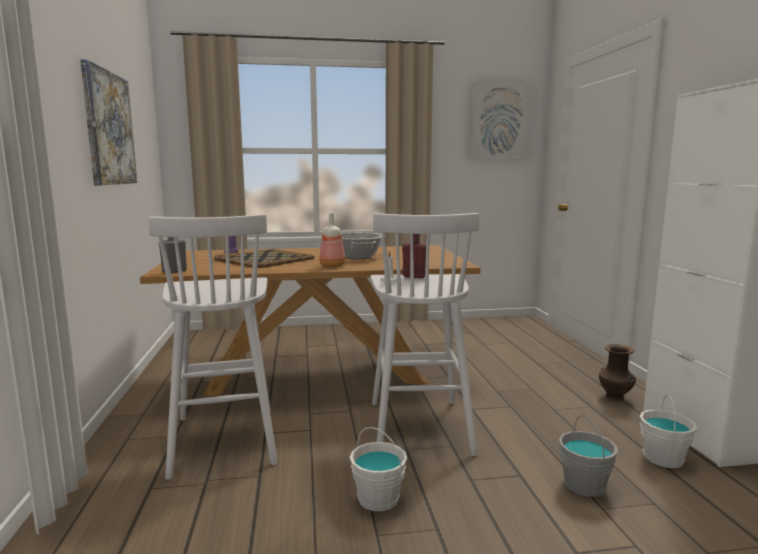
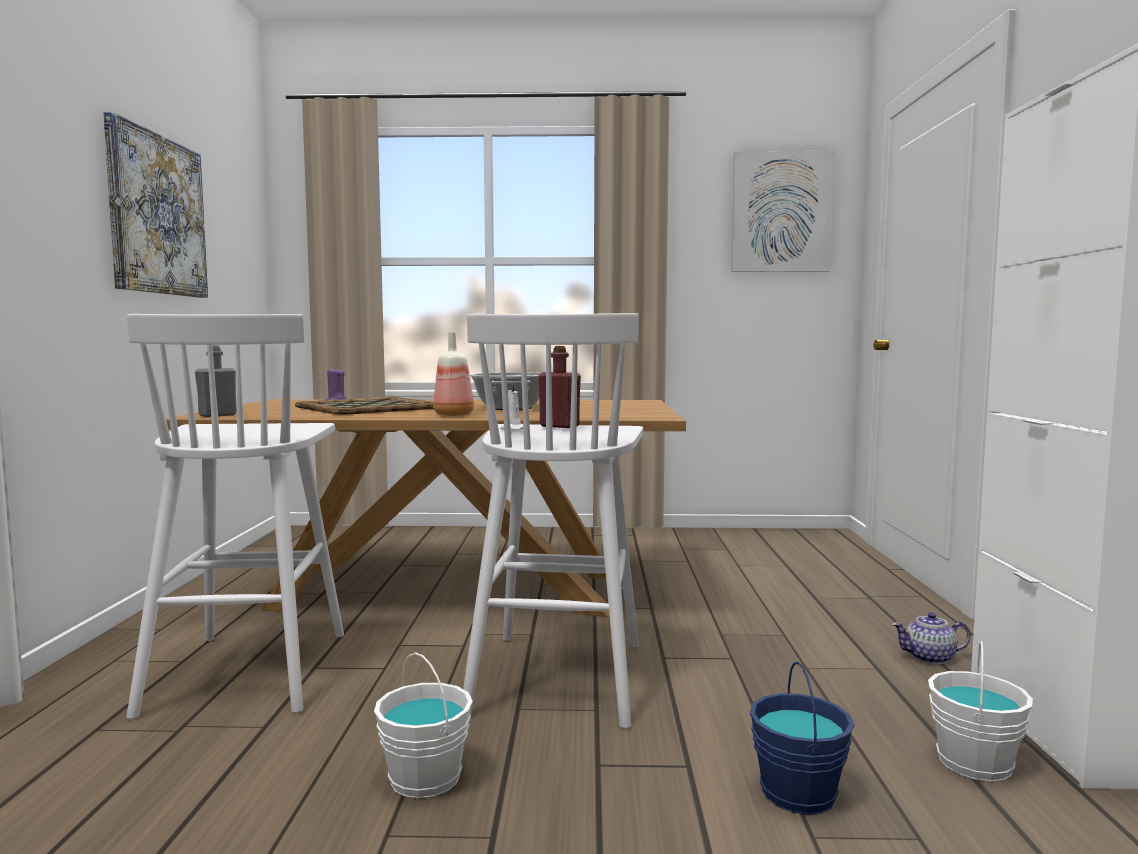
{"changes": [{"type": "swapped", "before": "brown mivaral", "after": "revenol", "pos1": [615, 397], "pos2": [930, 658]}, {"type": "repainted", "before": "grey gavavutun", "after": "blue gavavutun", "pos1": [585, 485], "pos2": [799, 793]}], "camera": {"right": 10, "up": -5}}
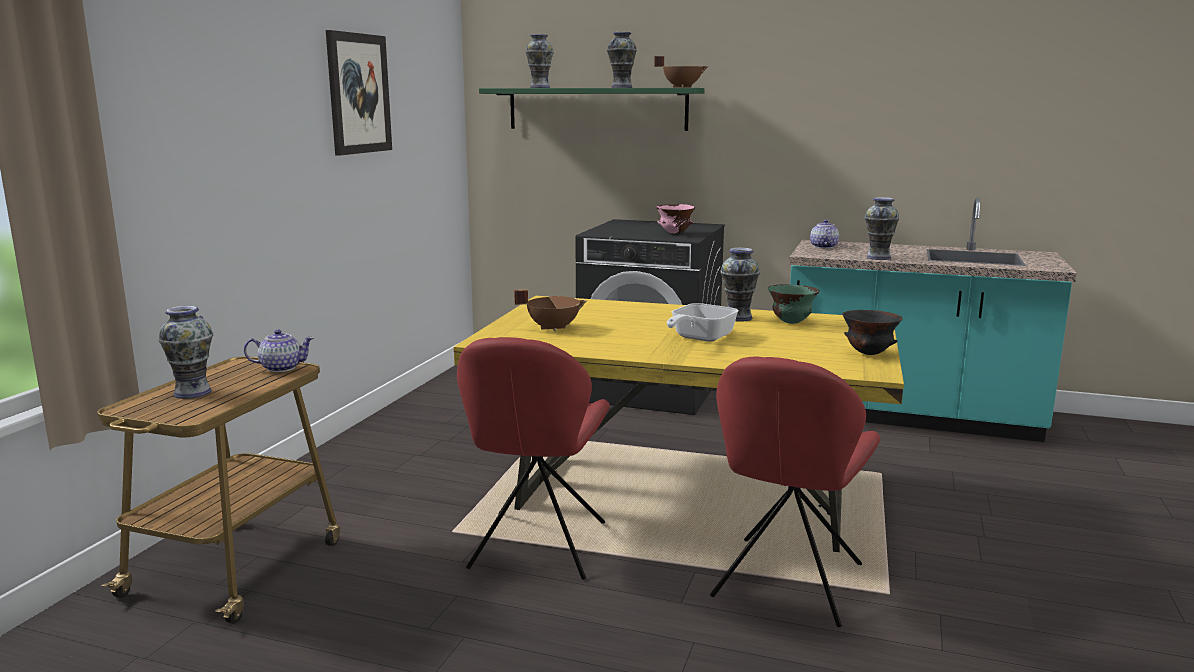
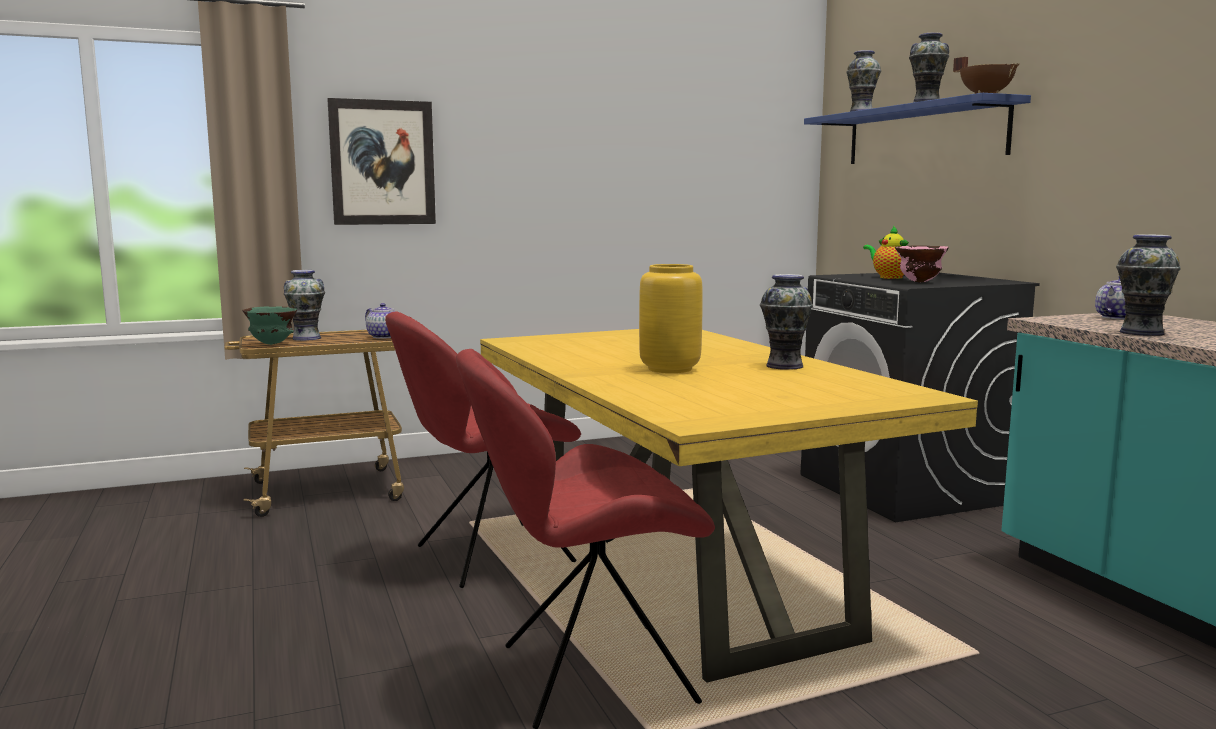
{"changes": [{"type": "gone", "before": "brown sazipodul", "pos1": [553, 328]}, {"type": "gone", "before": "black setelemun", "pos1": [868, 354]}, {"type": "new", "after": "revenol", "pos2": [888, 277]}, {"type": "shifted", "before": "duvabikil", "pos1": [358, 93], "pos2": [382, 163]}, {"type": "shifted", "before": "green setelemun", "pos1": [791, 323], "pos2": [273, 344]}, {"type": "swapped", "before": "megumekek", "after": "yellow mivaral", "pos1": [699, 338], "pos2": [668, 369]}, {"type": "repainted", "before": "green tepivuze", "after": "blue tepivuze", "pos1": [597, 109], "pos2": [923, 134]}], "camera": {"right": 50, "up": -5}}
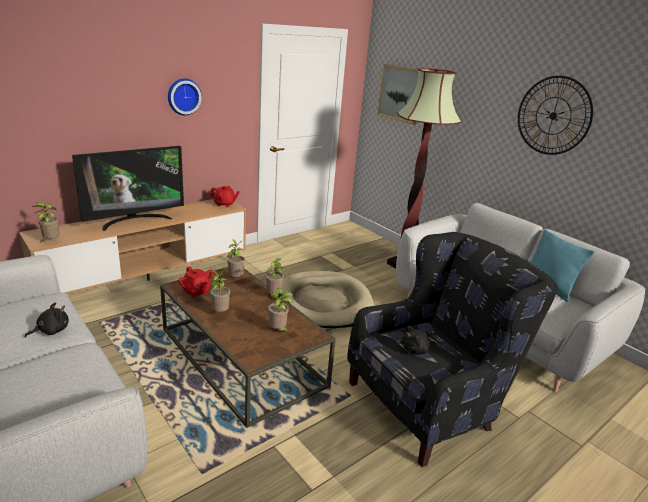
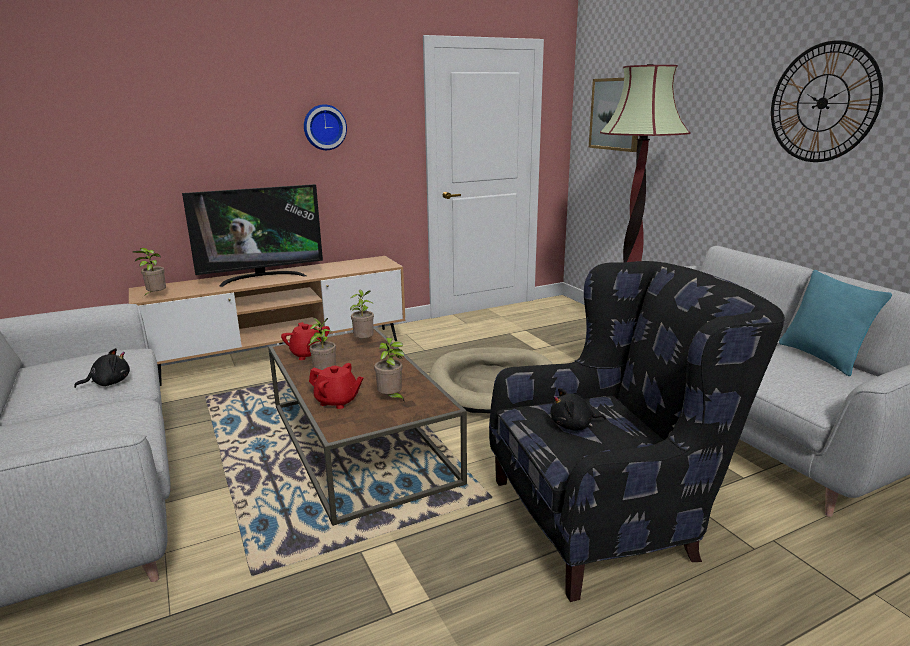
{"changes": [{"type": "gone", "before": "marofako", "pos1": [274, 297]}, {"type": "shifted", "before": "red revenol", "pos1": [224, 204], "pos2": [337, 401]}], "camera": {"right": 15, "up": -5}}
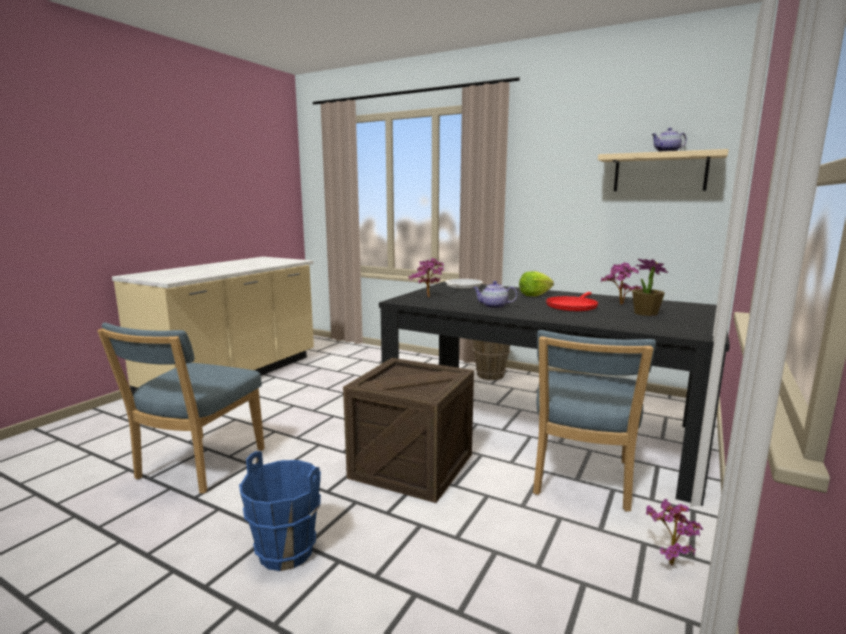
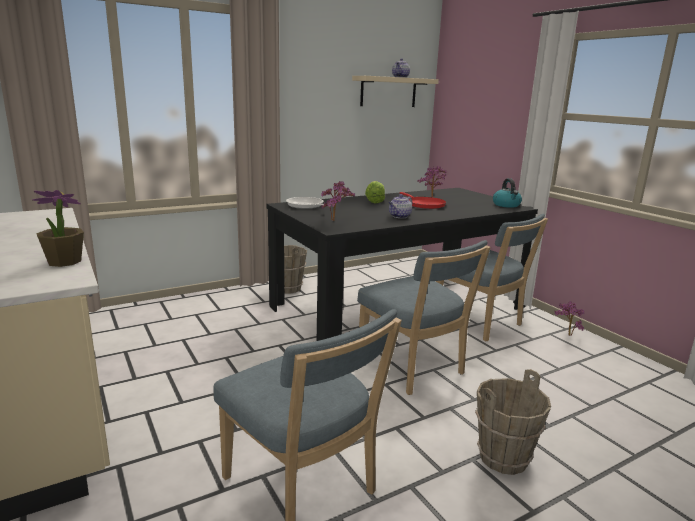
{"changes": [{"type": "new", "after": "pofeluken", "pos2": [506, 205]}, {"type": "shifted", "before": "marofako", "pos1": [645, 313], "pos2": [64, 261]}, {"type": "swapped", "before": "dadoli", "after": "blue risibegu", "pos1": [412, 466], "pos2": [413, 369]}, {"type": "repainted", "before": "blue gavavutun", "after": "brown gavavutun", "pos1": [285, 552], "pos2": [504, 458]}], "camera": {"right": -60, "up": 5}}
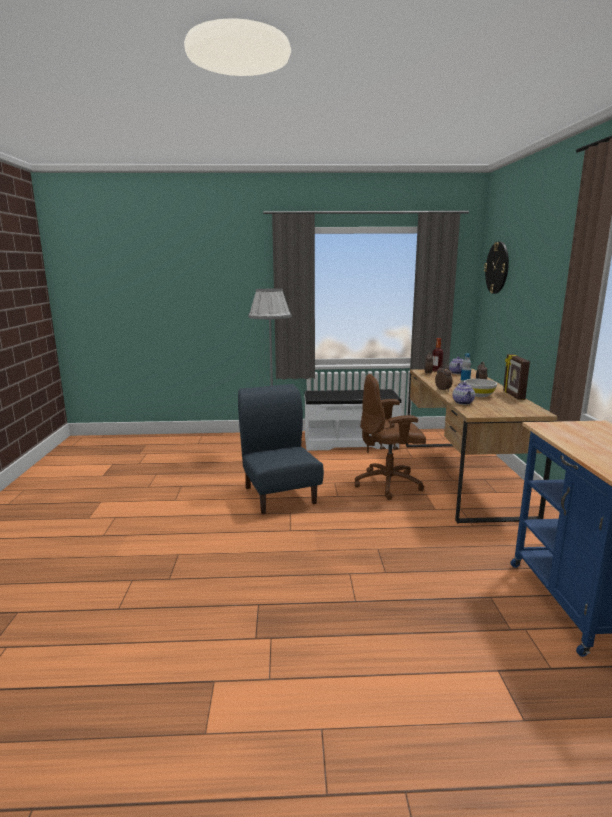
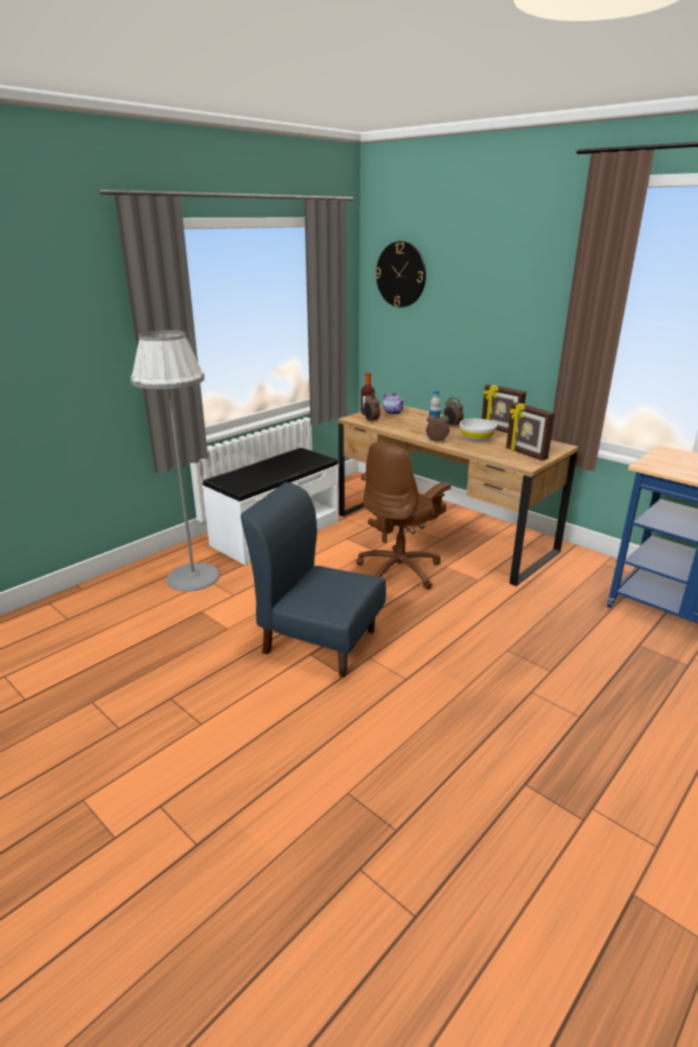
{"changes": [{"type": "gone", "before": "revenol", "pos1": [463, 403]}, {"type": "new", "after": "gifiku", "pos2": [525, 454]}], "camera": {"right": -45, "up": 10}}
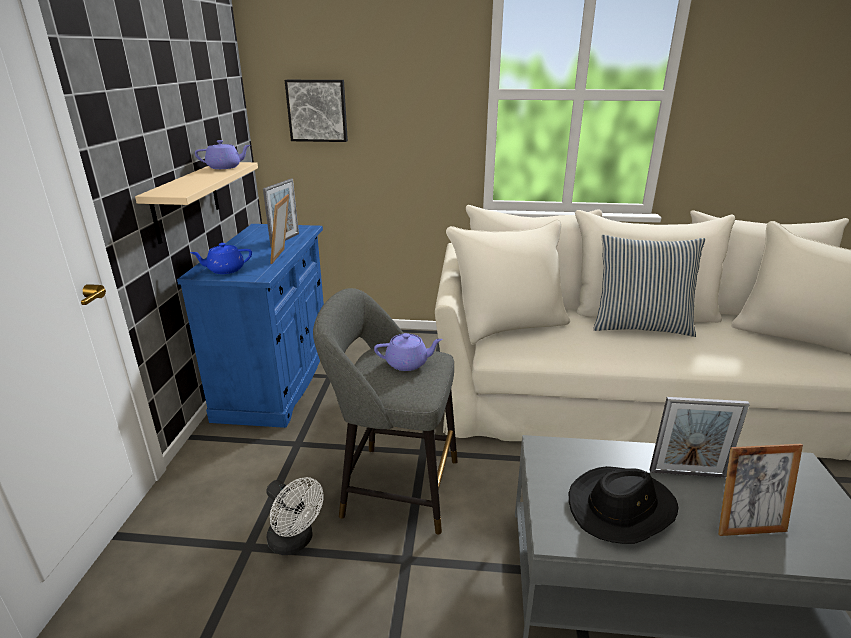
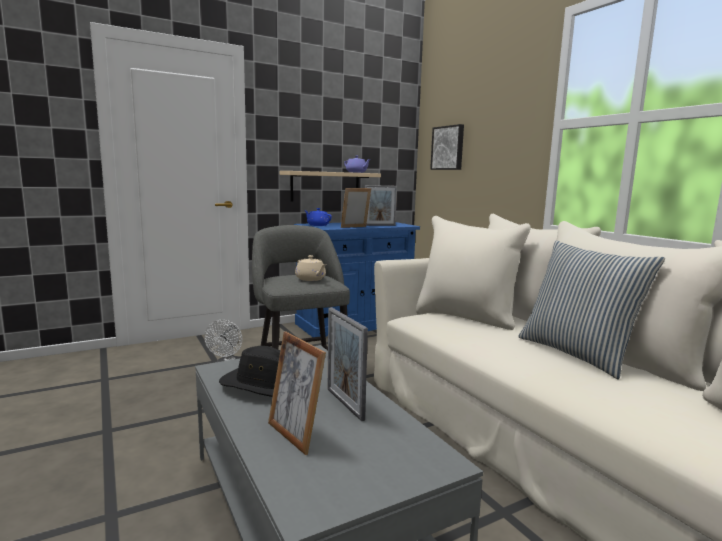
{"changes": [{"type": "repainted", "before": "purple revenol", "after": "beige revenol", "pos1": [408, 363], "pos2": [311, 279]}], "camera": {"right": 55, "up": -15}}
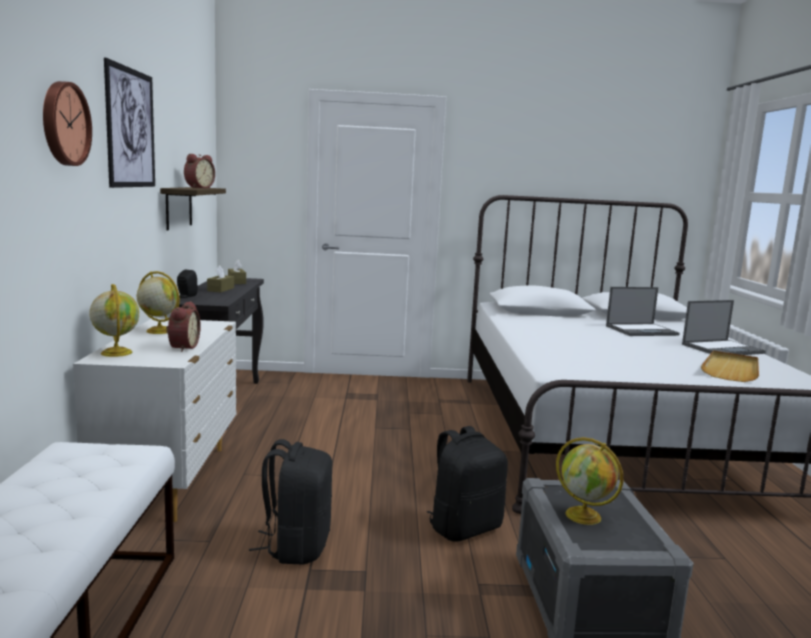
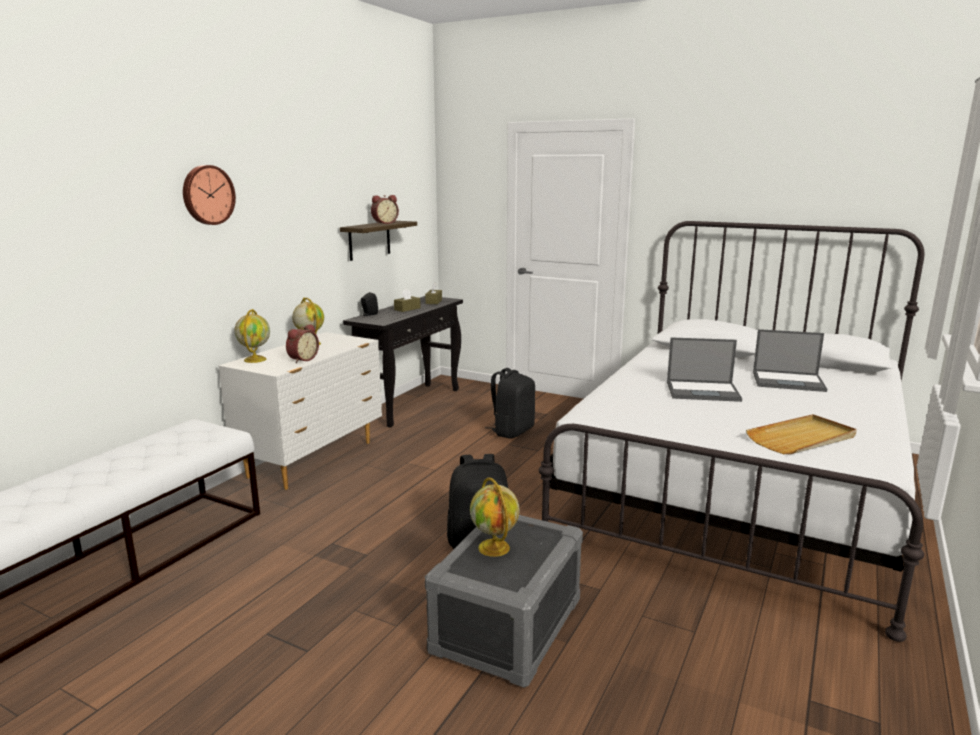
{"changes": [{"type": "gone", "before": "duvabikil", "pos1": [130, 128]}, {"type": "shifted", "before": "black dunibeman", "pos1": [296, 546], "pos2": [512, 431]}, {"type": "shifted", "before": "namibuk", "pos1": [723, 349], "pos2": [703, 391]}], "camera": {"right": 30, "up": 5}}
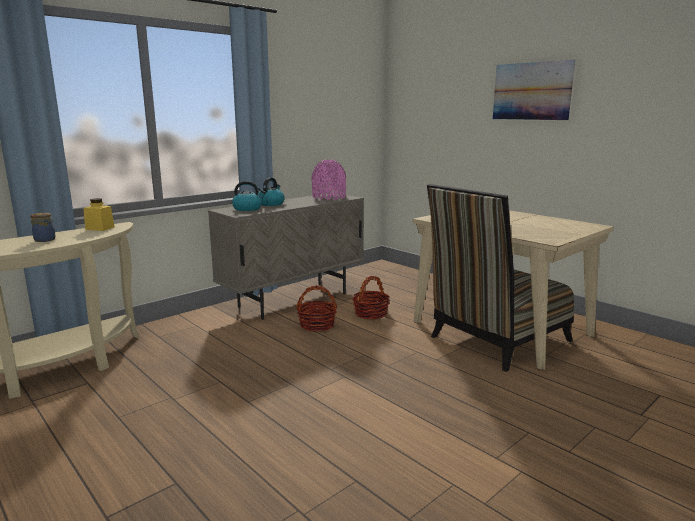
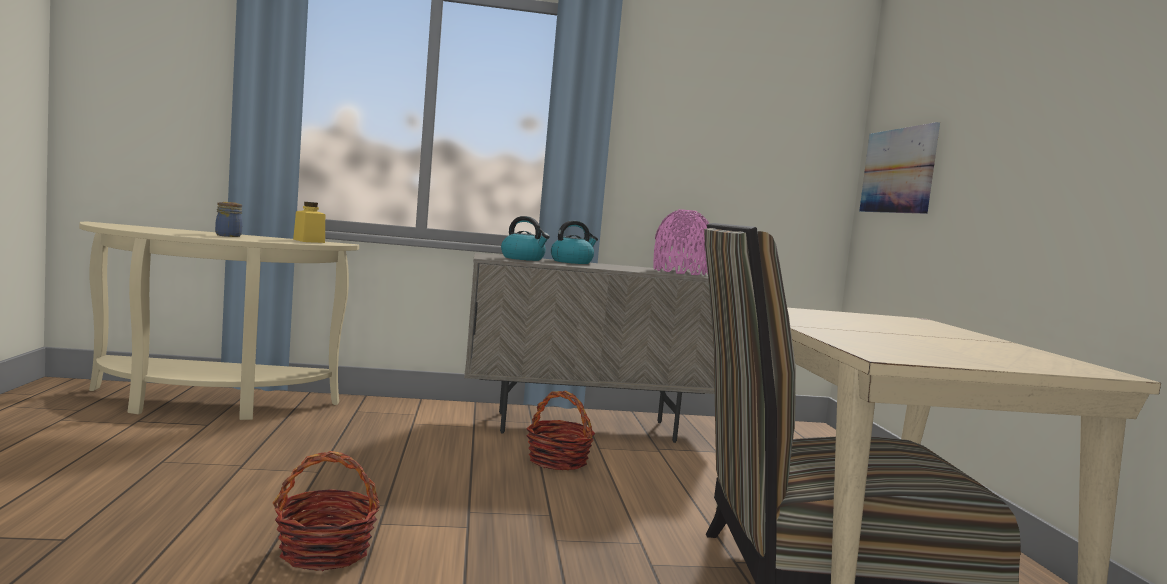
{"changes": [{"type": "shifted", "before": "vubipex", "pos1": [370, 313], "pos2": [325, 552]}, {"type": "shifted", "before": "duvabikil", "pos1": [531, 91], "pos2": [898, 171]}], "camera": {"right": 35, "up": -10}}
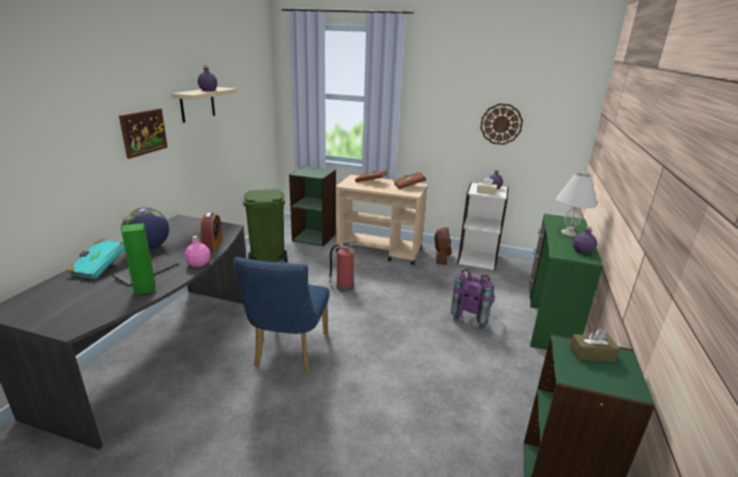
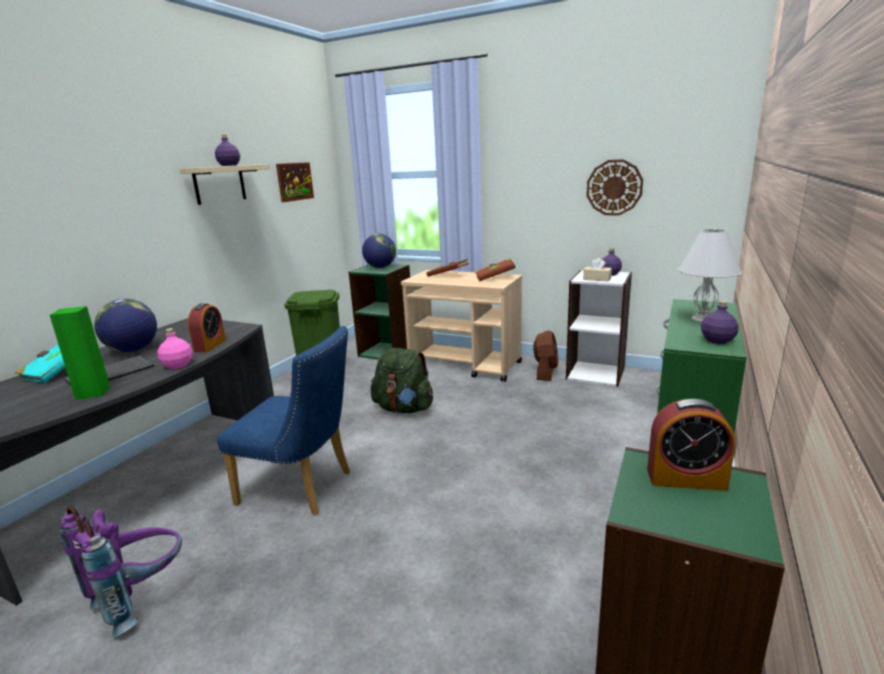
{"changes": [{"type": "new", "after": "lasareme", "pos2": [380, 267]}, {"type": "shifted", "before": "duvabikil", "pos1": [144, 132], "pos2": [295, 181]}, {"type": "shifted", "before": "purple dunibeman", "pos1": [472, 317], "pos2": [141, 596]}, {"type": "swapped", "before": "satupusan", "after": "green dunibeman", "pos1": [343, 287], "pos2": [404, 408]}, {"type": "swapped", "before": "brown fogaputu", "after": "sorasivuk", "pos1": [591, 354], "pos2": [686, 479]}, {"type": "rotated", "before": "blue risibegu", "pos1": [288, 353], "pos2": [303, 489], "turn": -90}], "camera": {"right": 10, "up": -5}}
